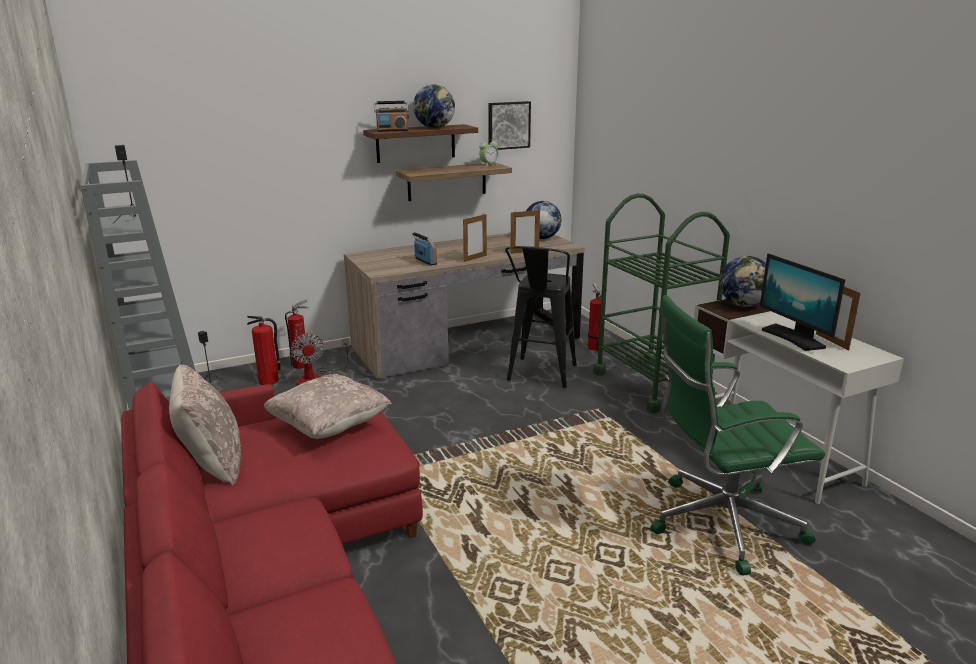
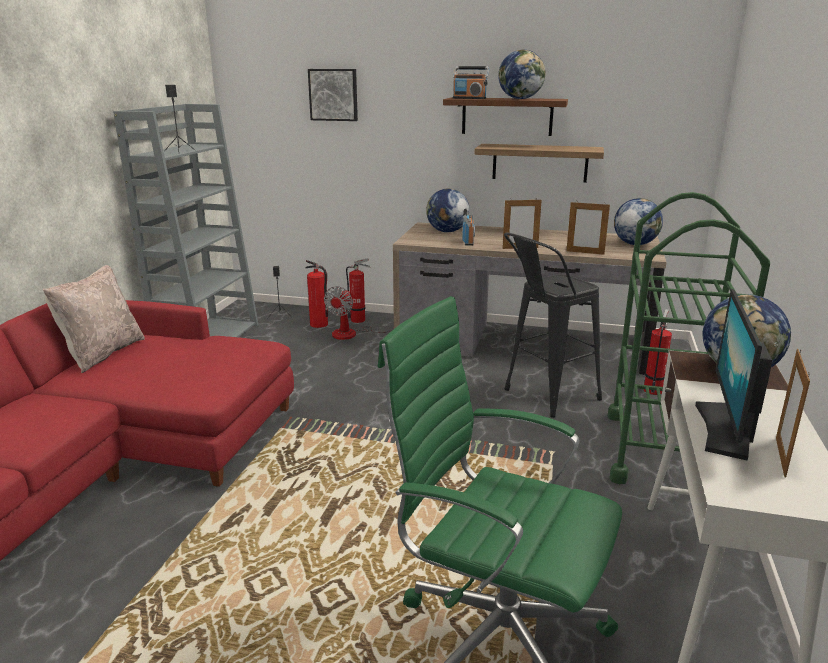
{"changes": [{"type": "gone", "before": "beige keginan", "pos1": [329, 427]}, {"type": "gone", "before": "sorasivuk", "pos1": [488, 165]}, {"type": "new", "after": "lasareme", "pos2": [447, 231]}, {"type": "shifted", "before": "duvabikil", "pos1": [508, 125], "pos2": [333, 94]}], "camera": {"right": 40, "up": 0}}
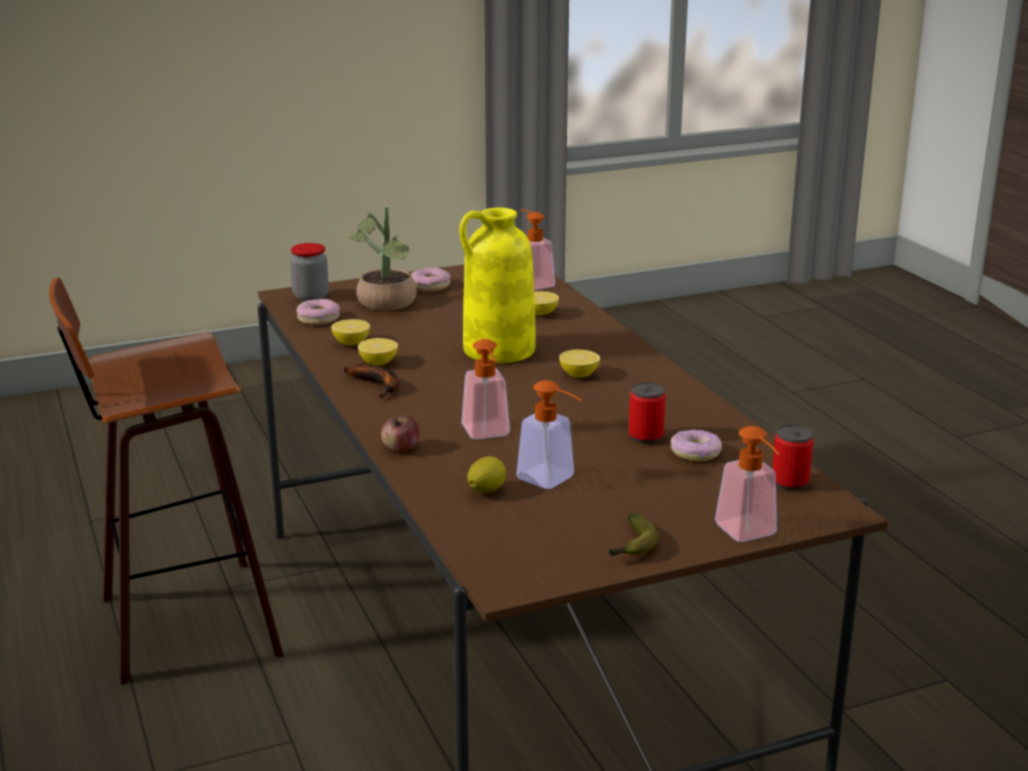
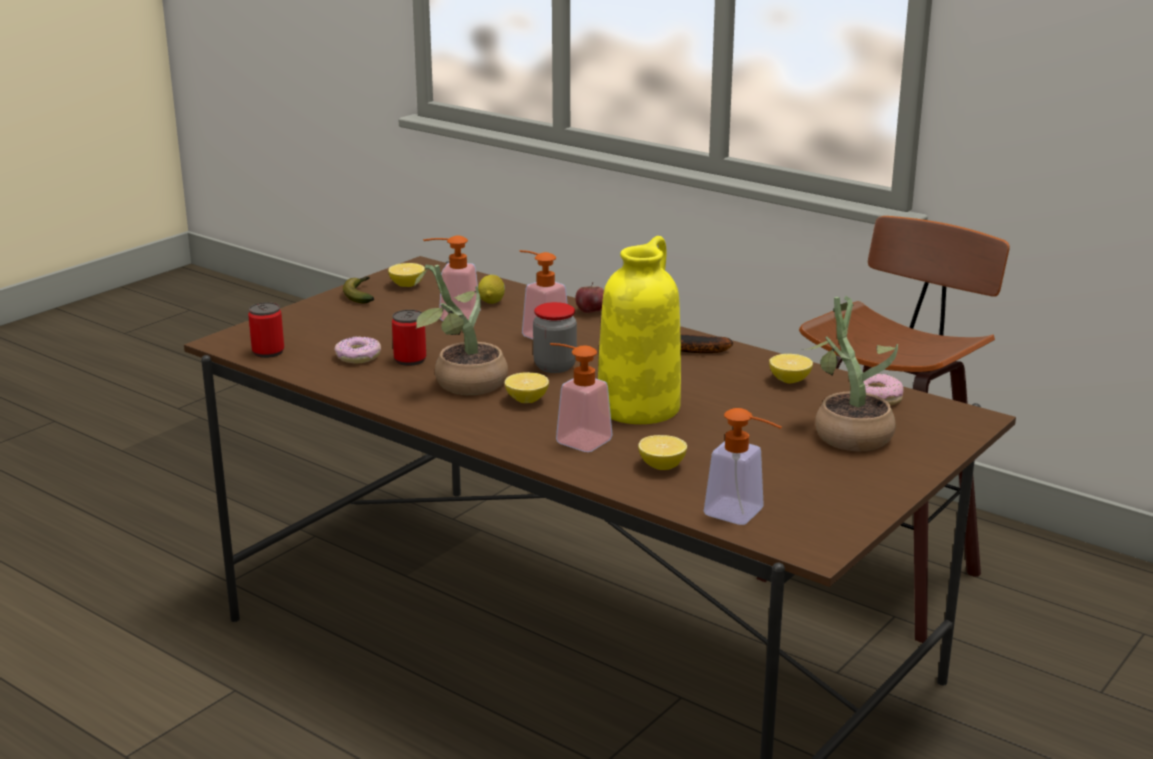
{"changes": [{"type": "gone", "before": "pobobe", "pos1": [430, 286]}, {"type": "new", "after": "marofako", "pos2": [462, 384]}, {"type": "shifted", "before": "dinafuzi", "pos1": [311, 297], "pos2": [555, 366]}, {"type": "shifted", "before": "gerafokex", "pos1": [378, 363], "pos2": [407, 285]}, {"type": "shifted", "before": "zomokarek", "pos1": [751, 534], "pos2": [576, 439]}], "camera": {"right": 150, "up": 0}}
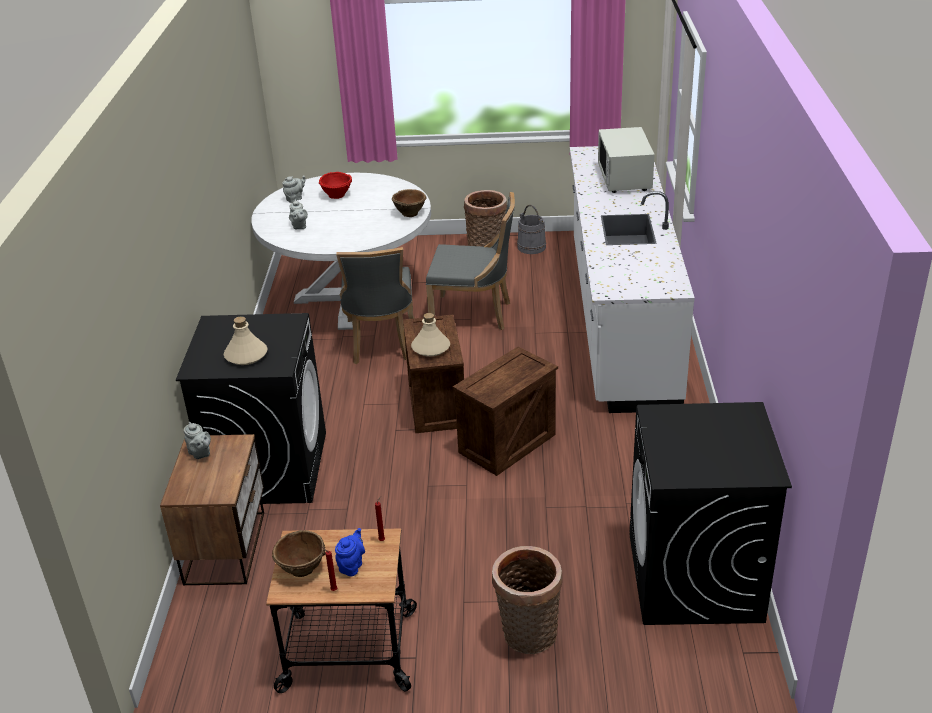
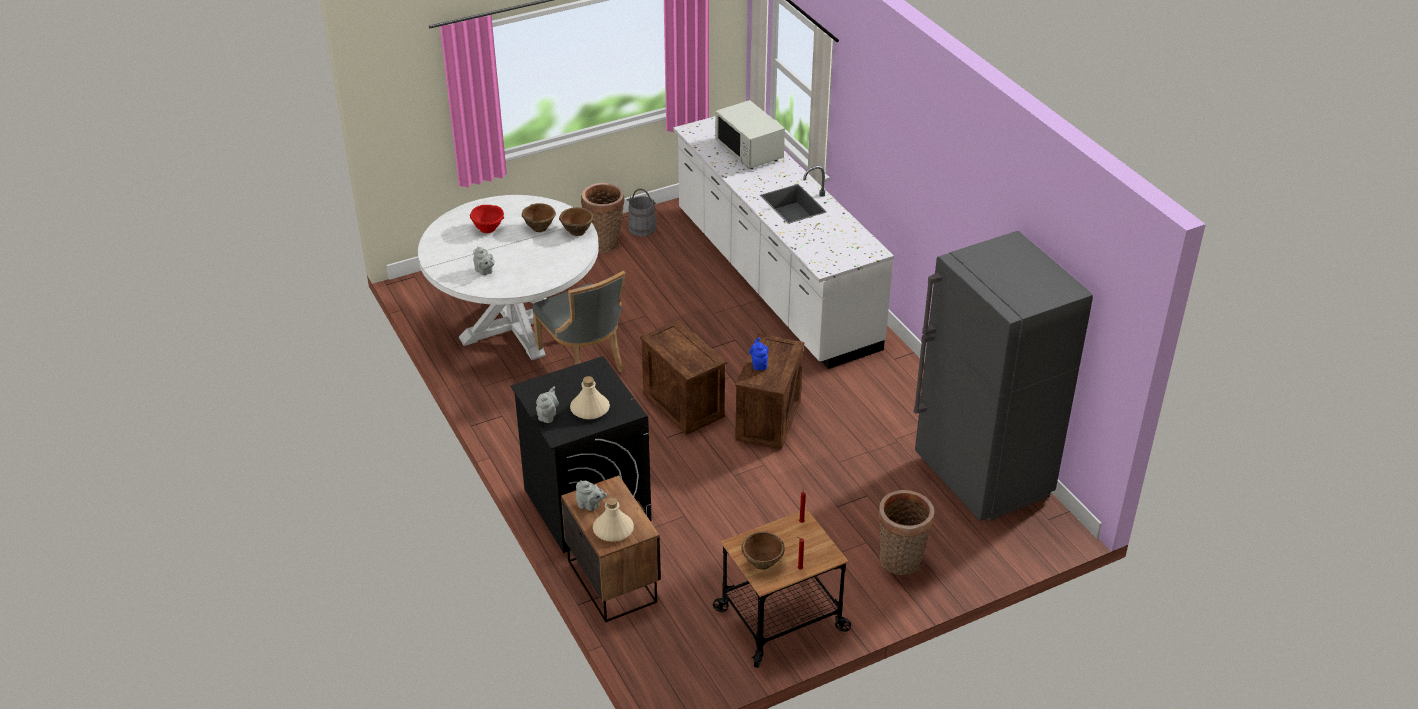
{"changes": [{"type": "gone", "before": "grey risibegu", "pos1": [474, 314]}, {"type": "new", "after": "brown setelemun", "pos2": [539, 227]}, {"type": "shifted", "before": "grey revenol", "pos1": [295, 199], "pos2": [548, 415]}, {"type": "shifted", "before": "blue revenol", "pos1": [352, 565], "pos2": [759, 364]}, {"type": "shifted", "before": "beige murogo", "pos1": [431, 348], "pos2": [613, 529]}, {"type": "swapped", "before": "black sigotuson", "after": "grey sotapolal", "pos1": [694, 578], "pos2": [982, 479]}], "camera": {"right": -30, "up": 5}}
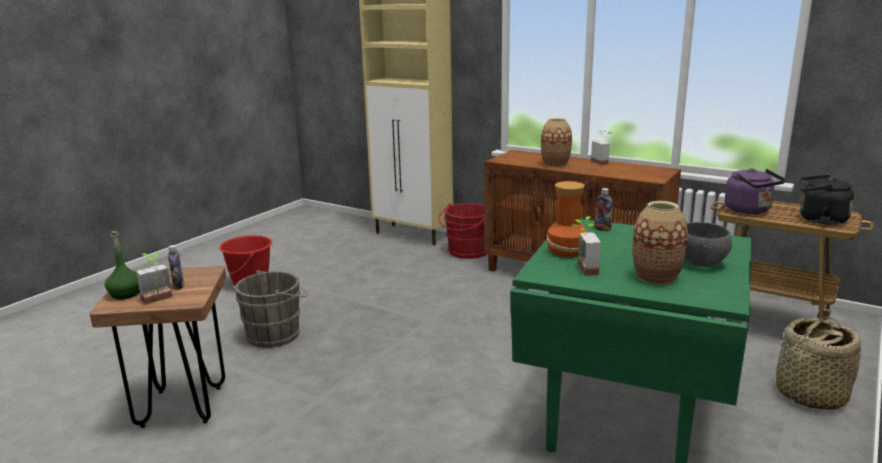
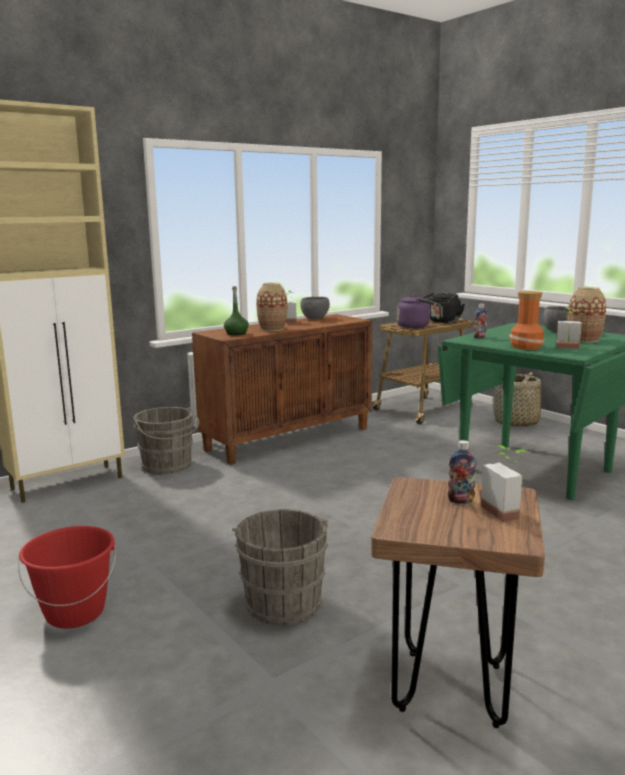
{"changes": [{"type": "new", "after": "grey setelemun", "pos2": [315, 318]}, {"type": "shifted", "before": "green murogo", "pos1": [126, 294], "pos2": [236, 333]}, {"type": "repainted", "before": "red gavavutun", "after": "grey gavavutun", "pos1": [466, 252], "pos2": [168, 466]}], "camera": {"right": -70, "up": -5}}
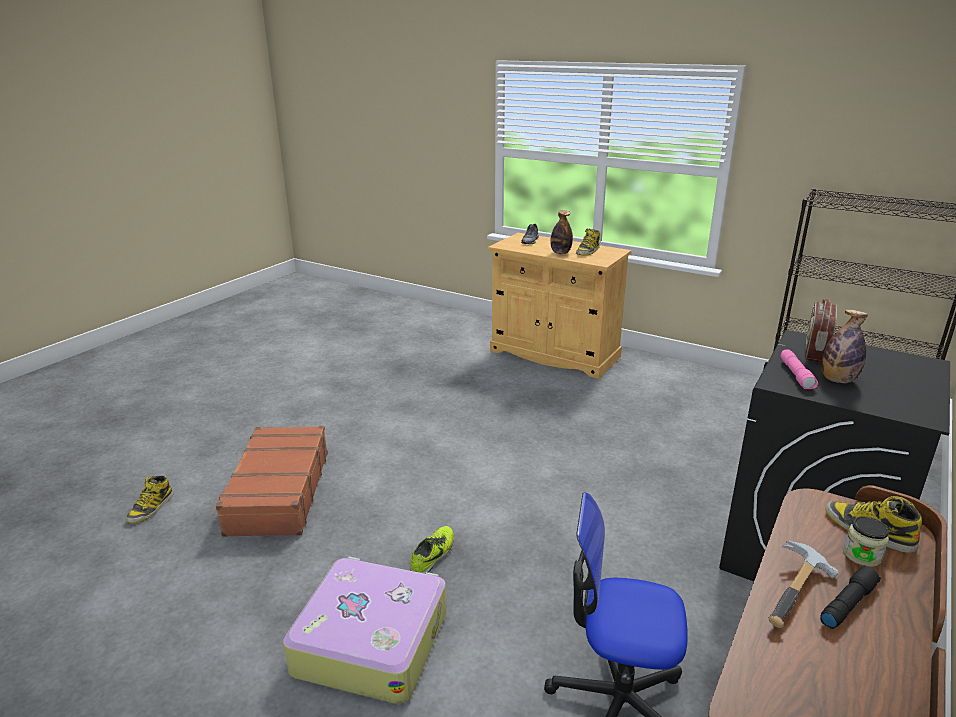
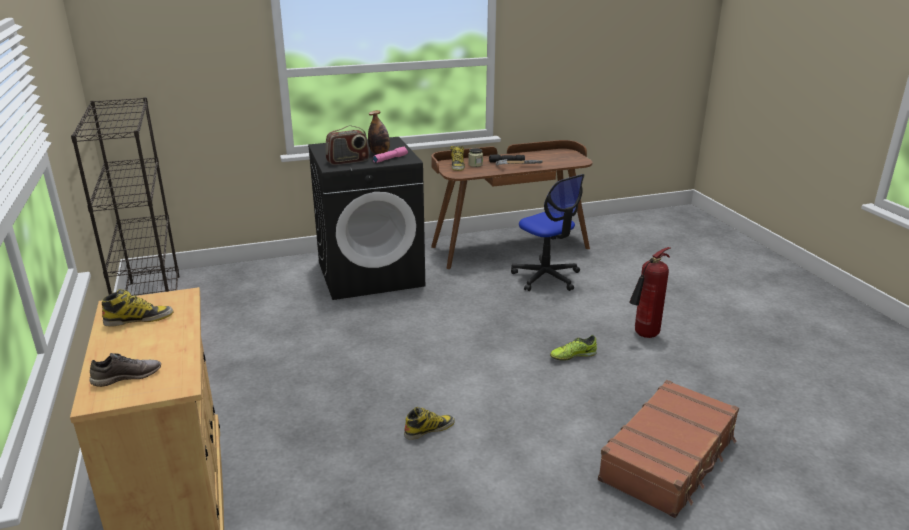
{"changes": [{"type": "gone", "before": "murogo", "pos1": [560, 253]}, {"type": "shifted", "before": "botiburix", "pos1": [151, 508], "pos2": [429, 429]}, {"type": "swapped", "before": "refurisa", "after": "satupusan", "pos1": [371, 640], "pos2": [644, 335]}], "camera": {"right": -140, "up": 0}}
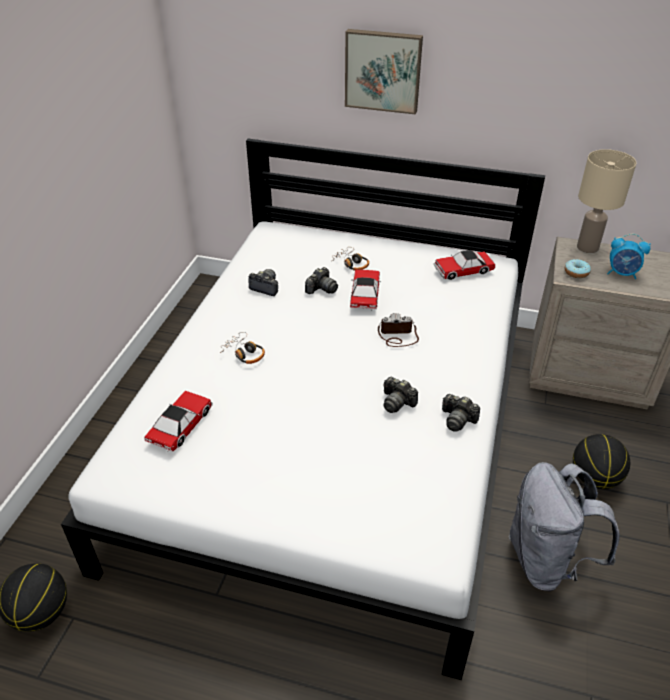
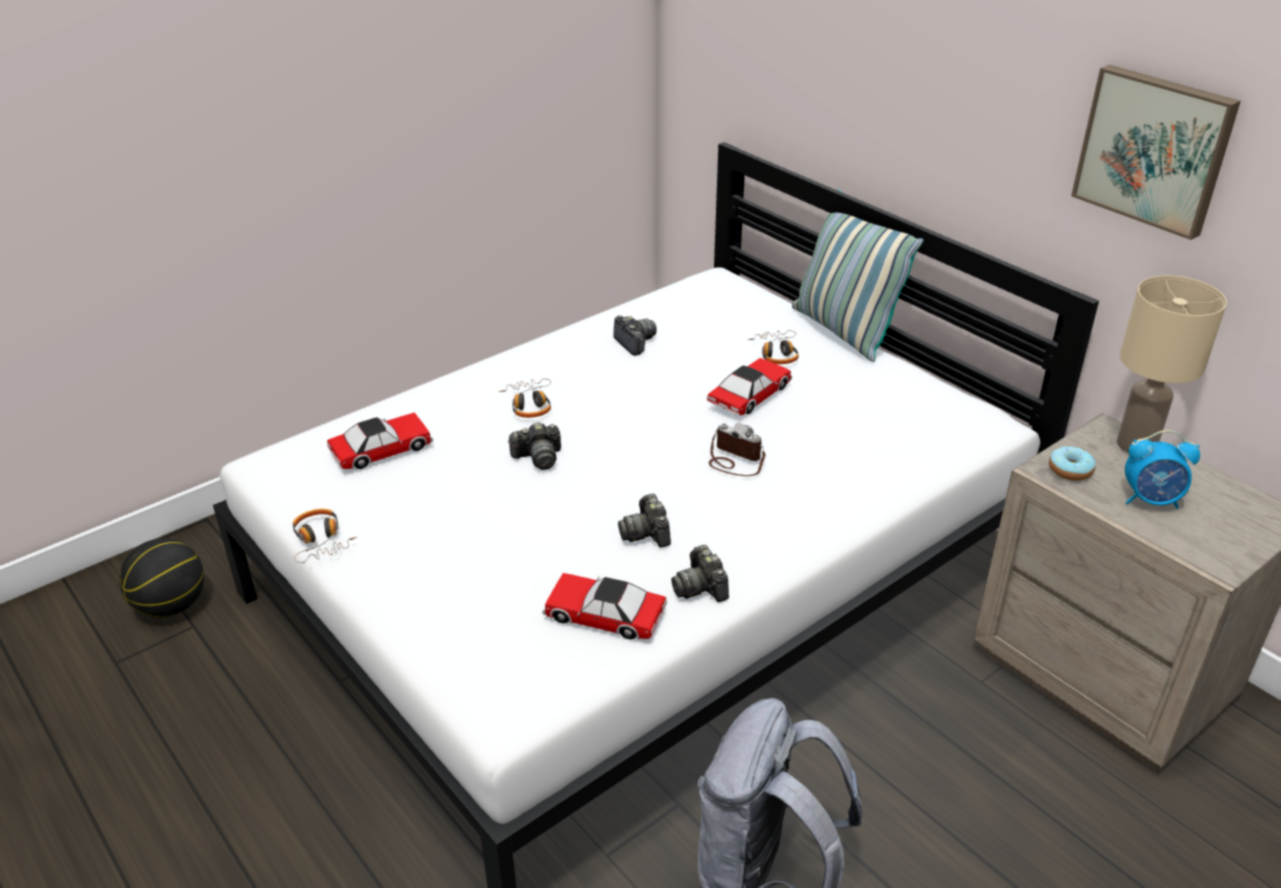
{"changes": [{"type": "gone", "before": "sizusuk", "pos1": [594, 478]}, {"type": "new", "after": "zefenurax", "pos2": [321, 541]}, {"type": "new", "after": "keginan", "pos2": [844, 331]}, {"type": "shifted", "before": "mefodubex", "pos1": [321, 289], "pos2": [538, 458]}, {"type": "shifted", "before": "duvabikil", "pos1": [383, 70], "pos2": [1154, 149]}, {"type": "shifted", "before": "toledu", "pos1": [463, 270], "pos2": [604, 615]}, {"type": "rotated", "before": "sorasivuk", "pos1": [622, 273], "pos2": [1151, 500], "turn": -45}], "camera": {"right": 35, "up": -5}}
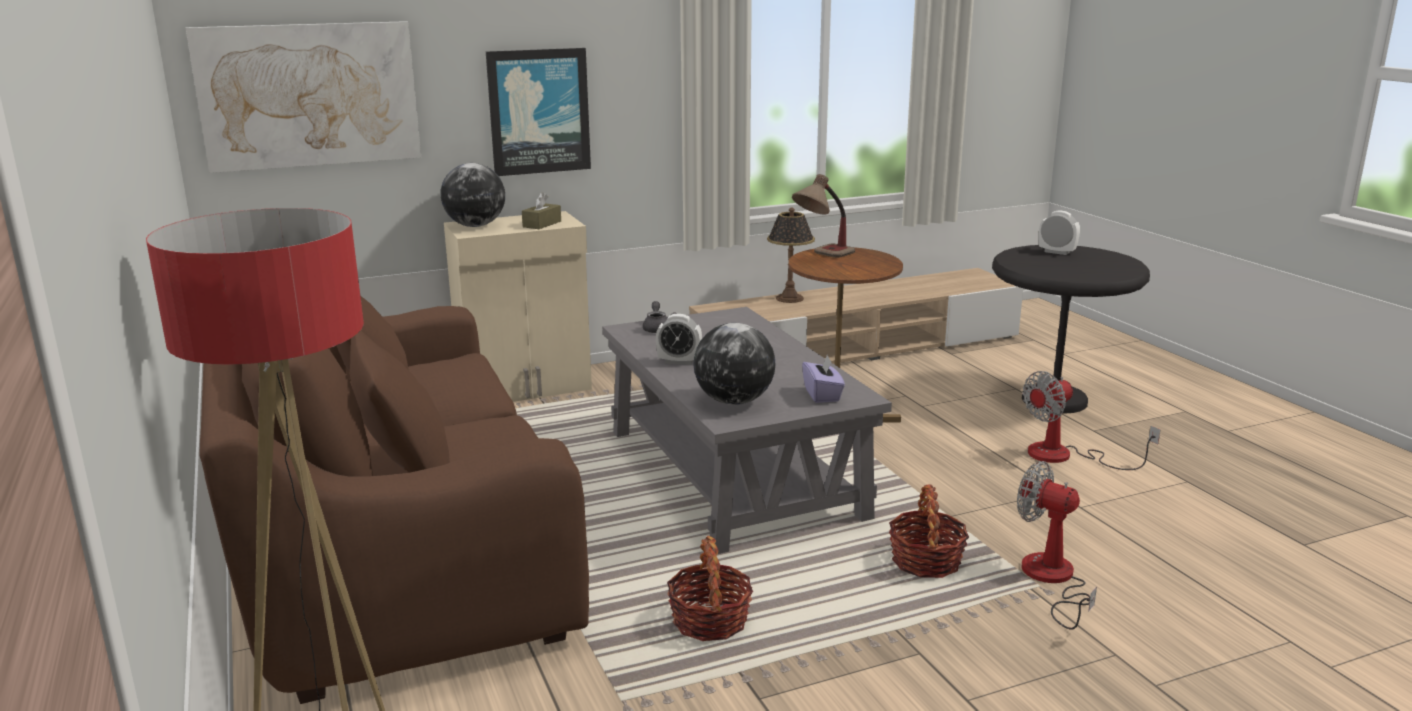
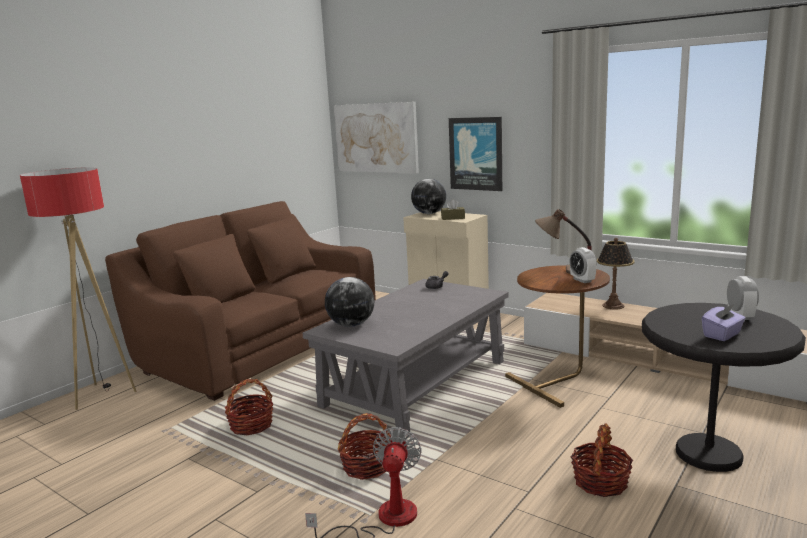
{"changes": [{"type": "shifted", "before": "sorasivuk", "pos1": [679, 362], "pos2": [582, 280]}, {"type": "shifted", "before": "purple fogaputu", "pos1": [822, 395], "pos2": [722, 335]}, {"type": "swapped", "before": "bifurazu", "after": "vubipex", "pos1": [1065, 456], "pos2": [600, 482]}], "camera": {"right": 60, "up": -5}}
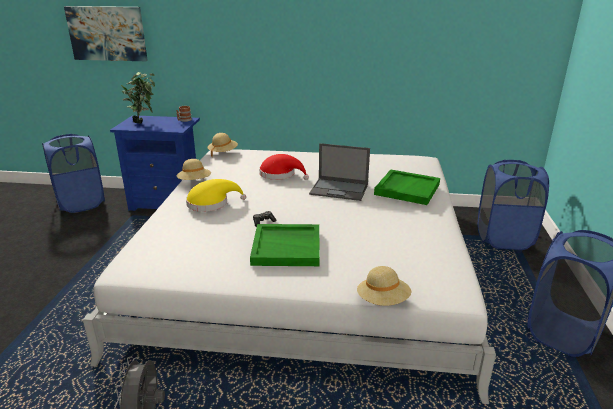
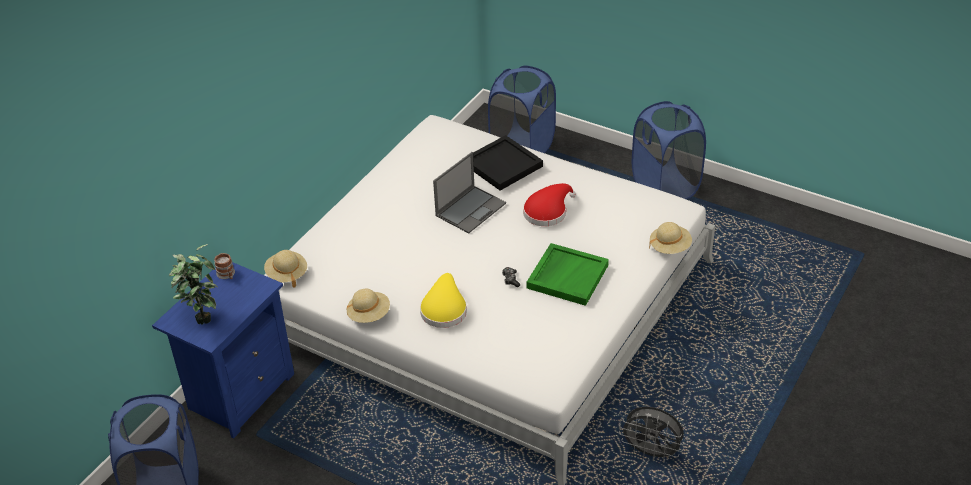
{"changes": [{"type": "gone", "before": "duvabikil", "pos1": [107, 33]}, {"type": "shifted", "before": "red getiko", "pos1": [280, 174], "pos2": [547, 211]}, {"type": "repainted", "before": "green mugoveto", "after": "black mugoveto", "pos1": [407, 189], "pos2": [502, 165]}], "camera": {"right": -65, "up": 15}}
